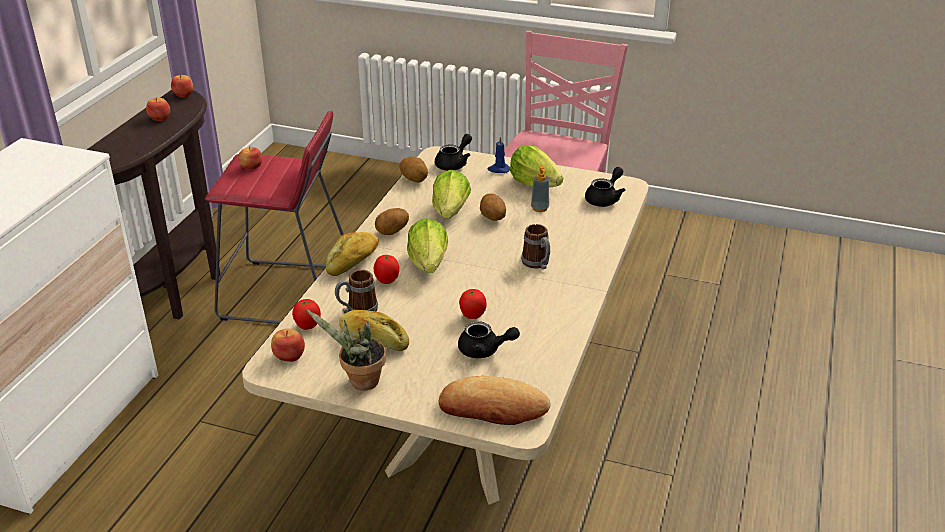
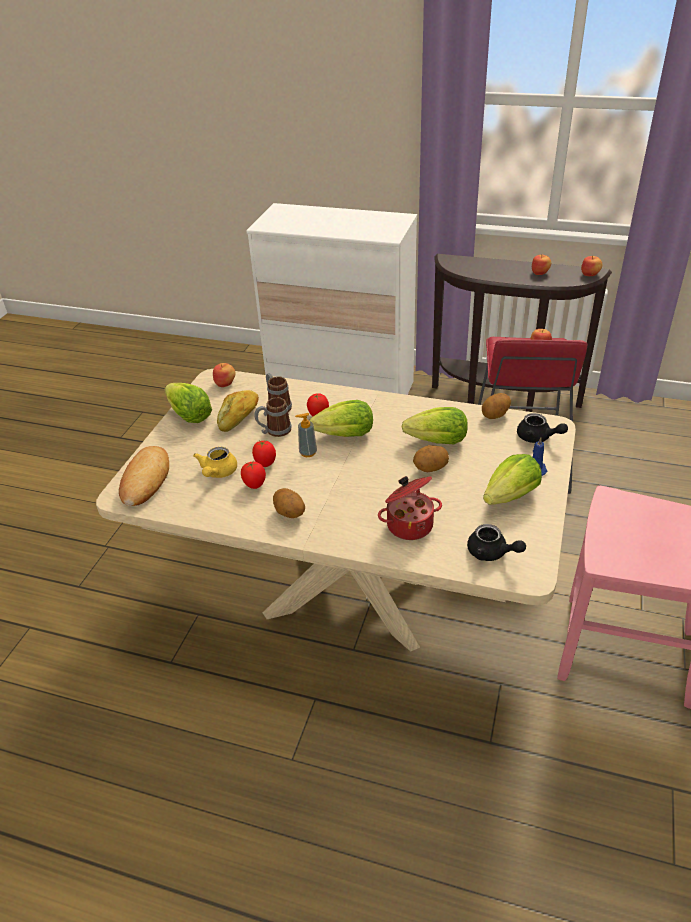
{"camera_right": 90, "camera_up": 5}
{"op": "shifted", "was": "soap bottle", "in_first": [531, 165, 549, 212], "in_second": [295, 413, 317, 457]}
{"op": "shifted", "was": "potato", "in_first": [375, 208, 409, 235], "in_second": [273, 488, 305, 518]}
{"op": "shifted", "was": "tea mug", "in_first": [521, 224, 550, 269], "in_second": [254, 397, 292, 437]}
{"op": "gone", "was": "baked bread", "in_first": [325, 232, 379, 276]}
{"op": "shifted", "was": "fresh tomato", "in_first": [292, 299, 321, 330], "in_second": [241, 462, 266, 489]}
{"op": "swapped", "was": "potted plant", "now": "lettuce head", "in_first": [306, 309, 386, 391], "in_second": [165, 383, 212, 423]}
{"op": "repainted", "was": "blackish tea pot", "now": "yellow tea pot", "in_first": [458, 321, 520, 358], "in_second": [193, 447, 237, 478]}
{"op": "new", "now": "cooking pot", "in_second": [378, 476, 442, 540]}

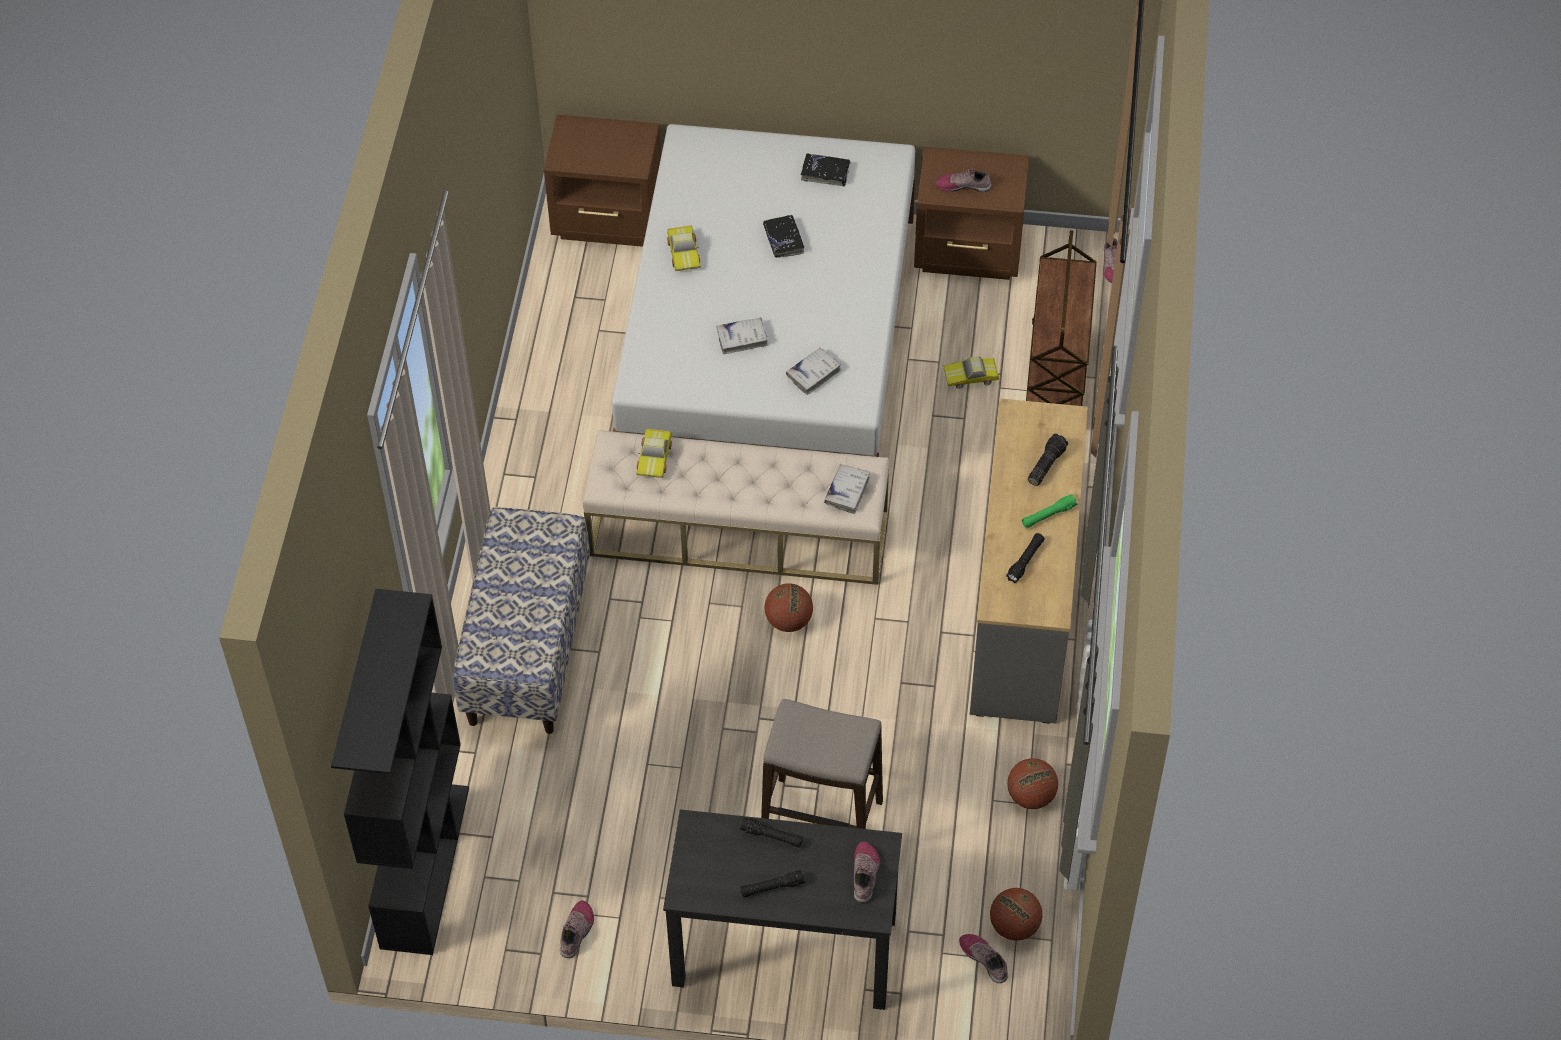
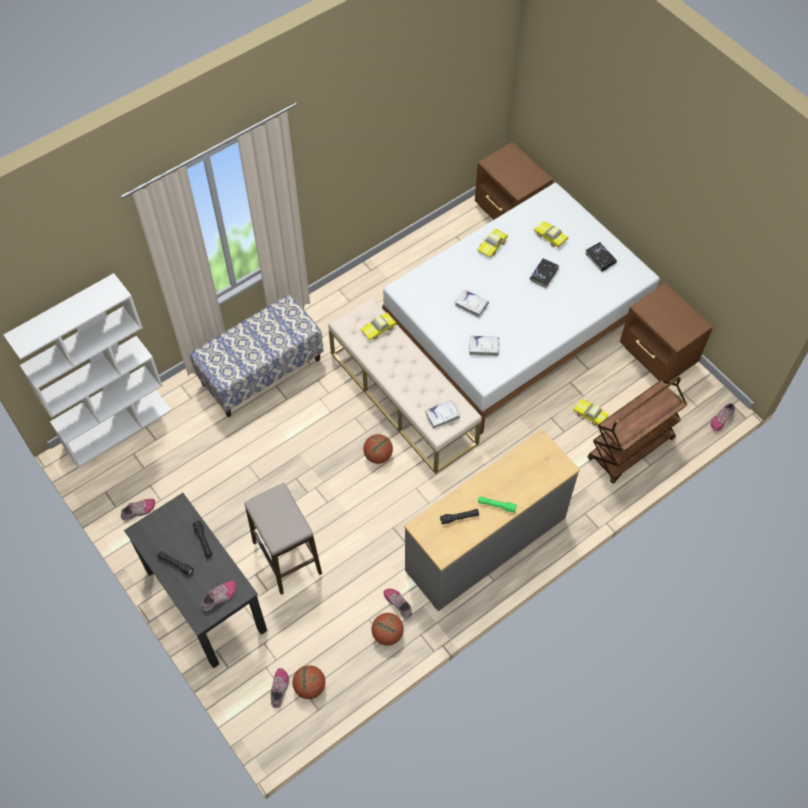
{"camera_right": 45, "camera_up": 5}
{"op": "shifted", "was": "item of footwear", "in_first": [935, 168, 991, 192], "in_second": [384, 589, 412, 619]}
{"op": "gone", "was": "torch", "in_first": [1028, 434, 1068, 486]}
{"op": "repainted", "was": "blackish shelving unit", "now": "white shelving unit", "in_first": [331, 589, 469, 955], "in_second": [4, 273, 171, 468]}
{"op": "new", "now": "toy car", "in_second": [534, 221, 568, 247]}

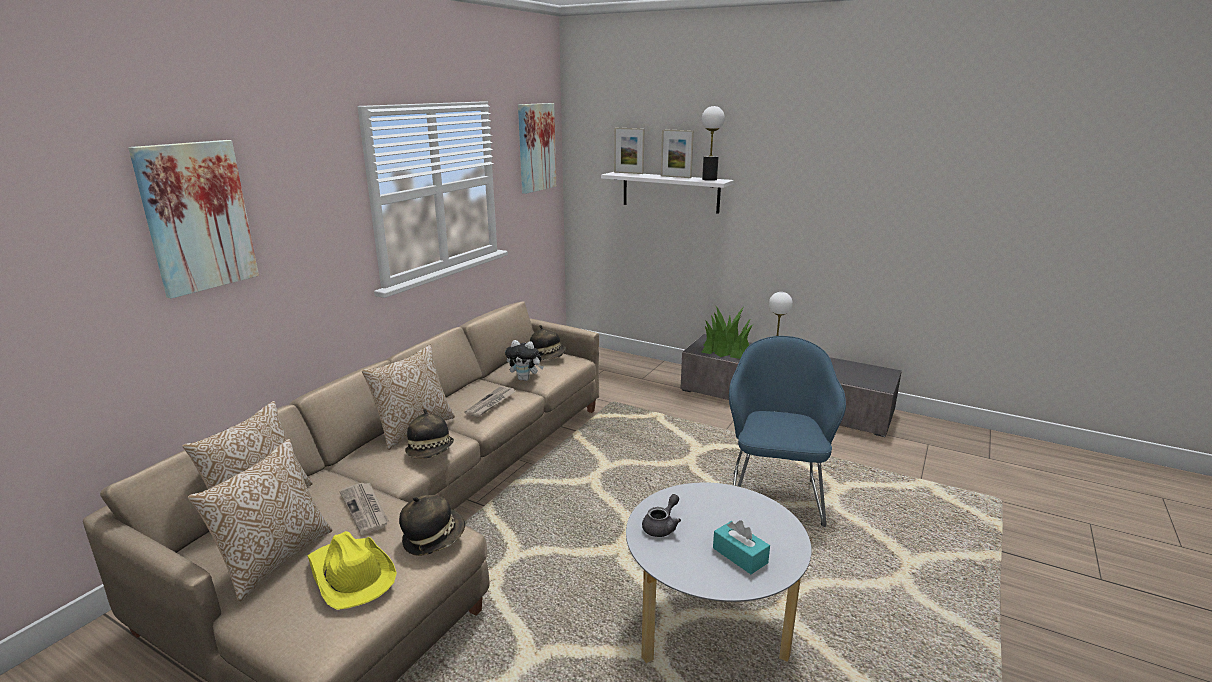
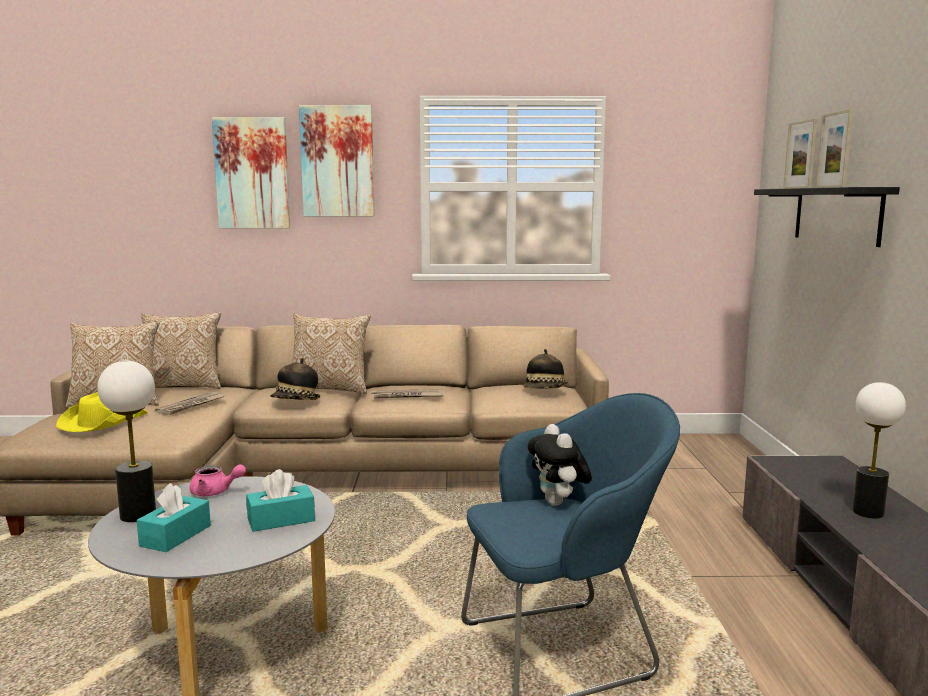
{"camera_right": 60, "camera_up": -10}
{"op": "shifted", "was": "picture", "in_first": [518, 103, 556, 194], "in_second": [299, 105, 374, 216]}
{"op": "shifted", "was": "table lamp", "in_first": [702, 106, 725, 181], "in_second": [97, 361, 156, 522]}
{"op": "repainted", "was": "white shelf", "now": "blackish shelf", "in_first": [601, 172, 734, 214], "in_second": [754, 187, 900, 247]}
{"op": "gone", "was": "potted plant", "in_first": [701, 305, 753, 359]}
{"op": "shifted", "was": "soft toy", "in_first": [505, 340, 544, 381], "in_second": [528, 424, 592, 506]}
{"op": "repainted", "was": "gray tea pot", "now": "pinkish tea pot", "in_first": [642, 494, 681, 537], "in_second": [190, 464, 246, 496]}
{"op": "gone", "was": "clothing hat", "in_first": [399, 495, 465, 556]}
{"op": "new", "now": "turquoise tissue box", "in_second": [246, 469, 315, 532]}

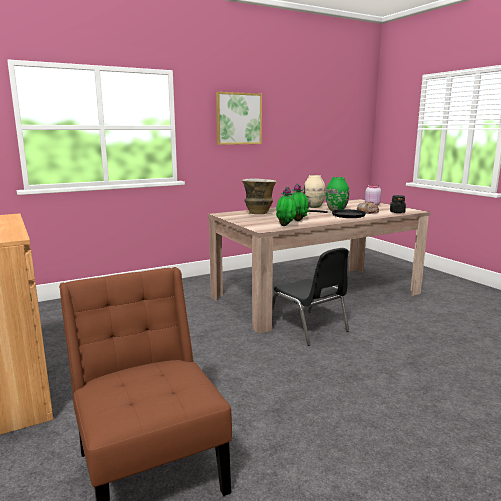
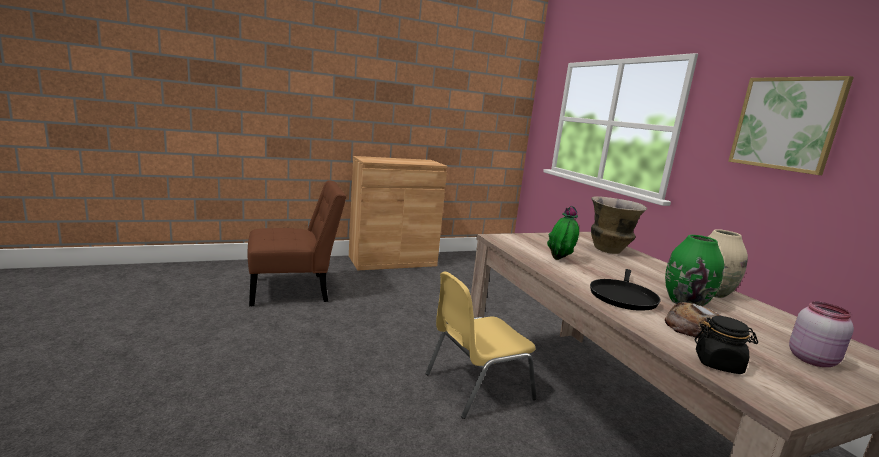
{"camera_right": 95, "camera_up": 0}
{"op": "gone", "was": "potted plant", "in_first": [276, 187, 296, 226]}
{"op": "repainted", "was": "blackish plain chair", "now": "yellow plain chair", "in_first": [272, 248, 349, 346], "in_second": [425, 271, 536, 419]}

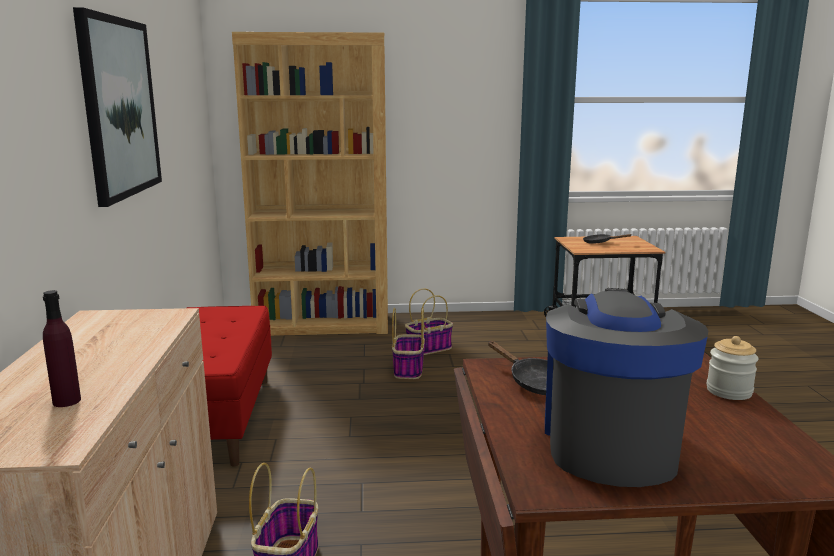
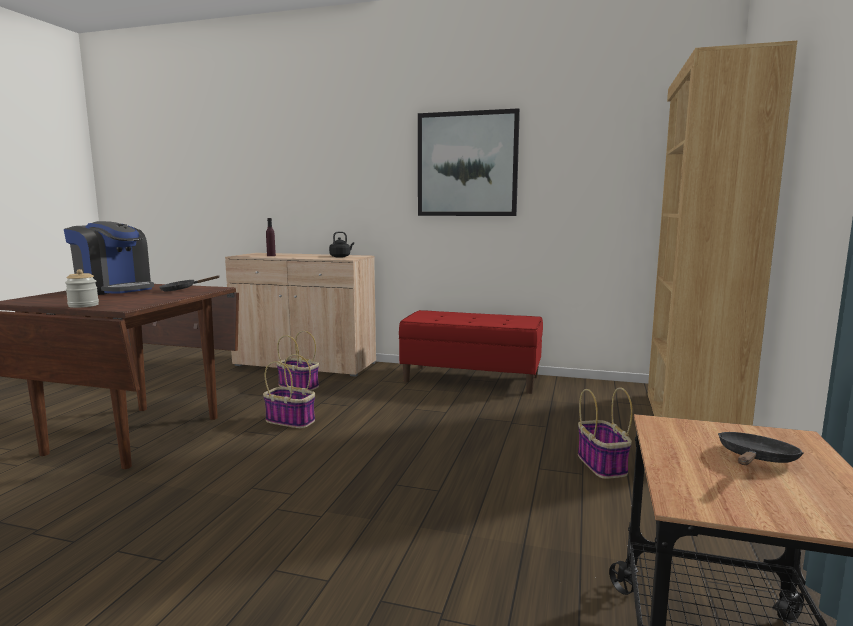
{"camera_right": 110, "camera_up": -5}
{"op": "shifted", "was": "storage basket", "in_first": [392, 308, 425, 379], "in_second": [263, 354, 315, 429]}
{"op": "new", "now": "blackish water kettle", "in_second": [329, 231, 354, 258]}

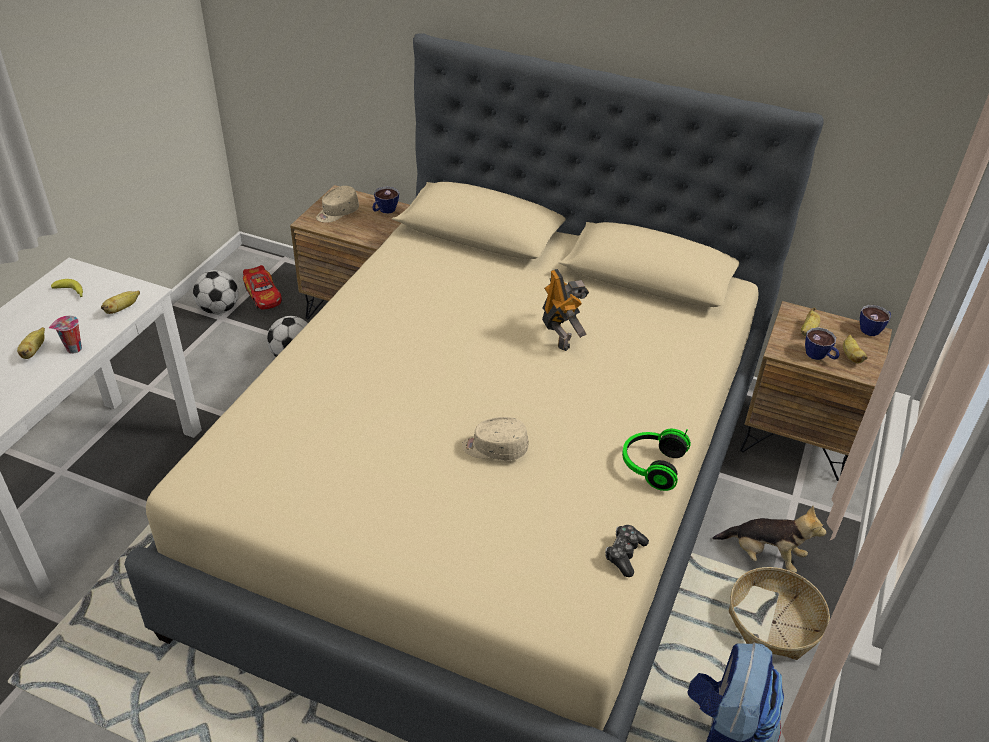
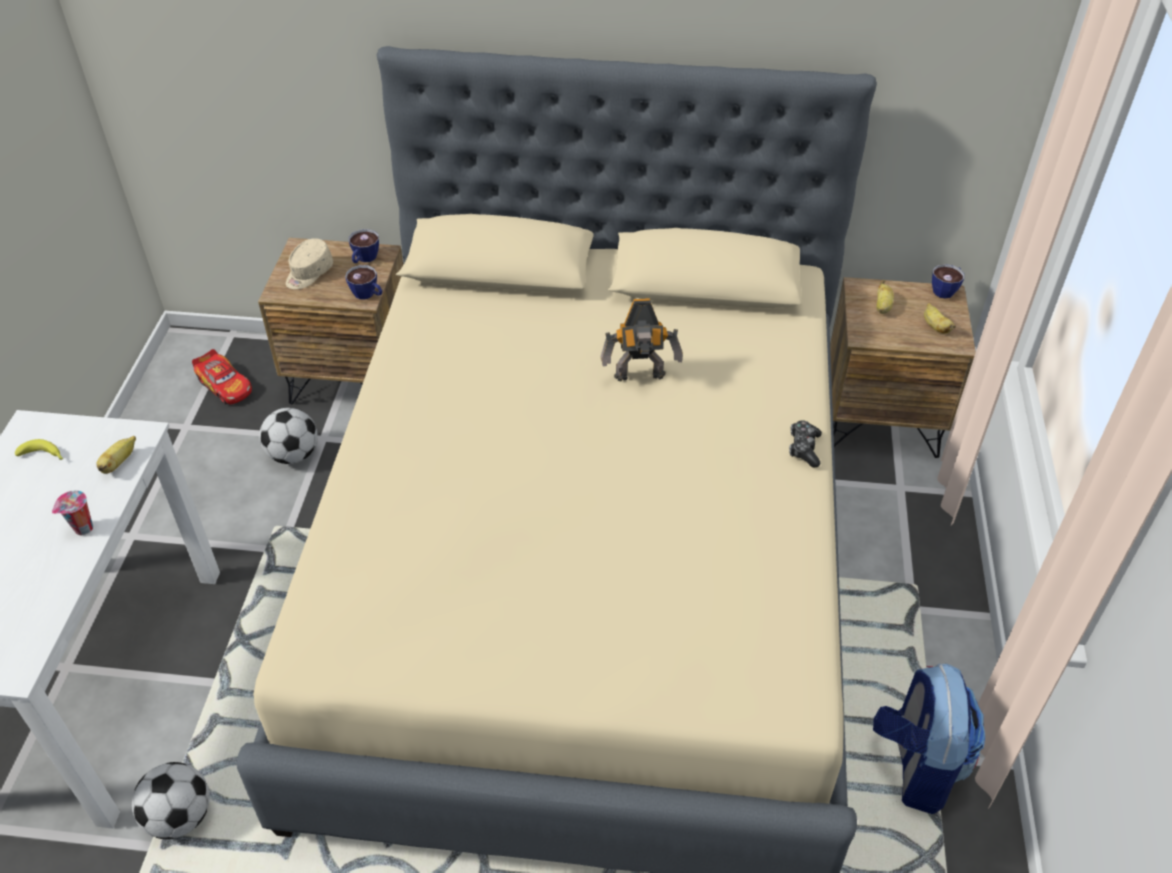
{"camera_right": -15, "camera_up": 5}
{"op": "rotated", "was": "robot figure", "in_first": [542, 269, 589, 351], "in_second": [600, 298, 683, 382], "clockwise": 120}
{"op": "shifted", "was": "football ball", "in_first": [193, 270, 239, 314], "in_second": [132, 762, 210, 839]}
{"op": "gone", "was": "banana fruit", "in_first": [17, 327, 45, 359]}
{"op": "shifted", "was": "drinking cup", "in_first": [805, 327, 840, 360], "in_second": [345, 265, 382, 299]}
{"op": "gone", "was": "beige-coloured baseball cap", "in_first": [462, 417, 528, 461]}
{"op": "gone", "was": "headset", "in_first": [622, 429, 691, 491]}
{"op": "gone", "was": "soft toy", "in_first": [712, 506, 826, 573]}
{"op": "shifted", "was": "gamepad", "in_first": [605, 525, 649, 577], "in_second": [789, 420, 822, 467]}
{"op": "gone", "was": "storage basket", "in_first": [729, 567, 830, 660]}

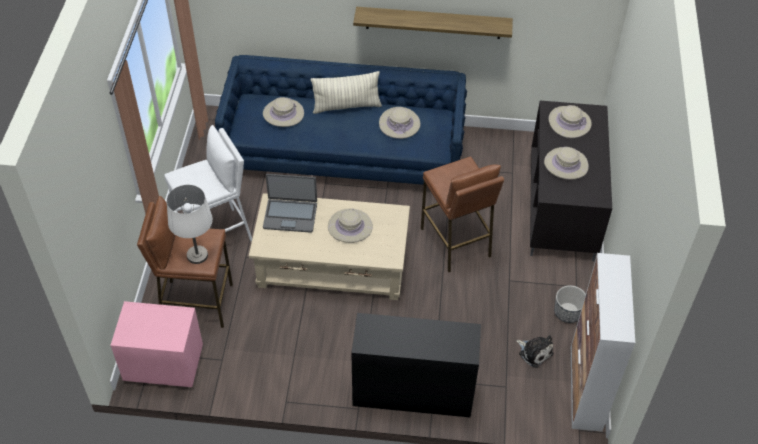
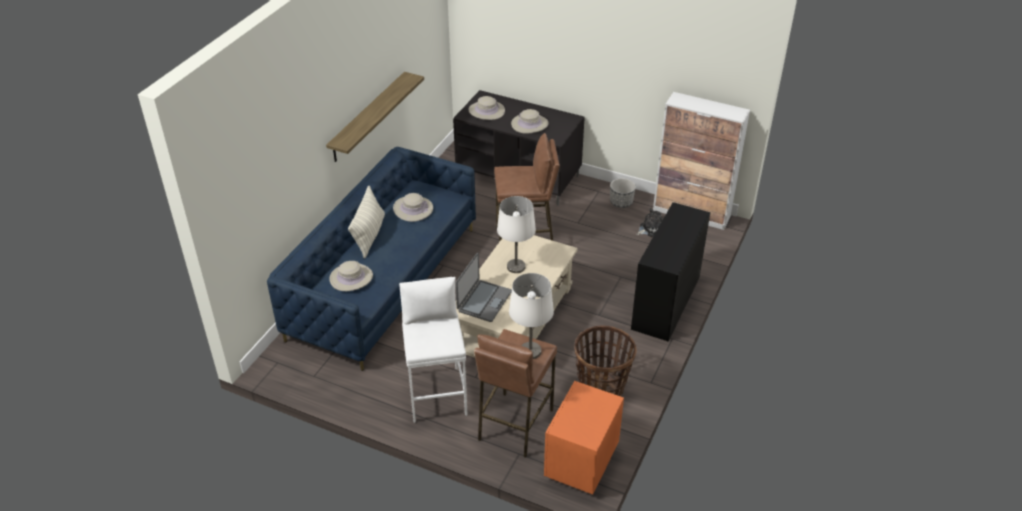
{"camera_right": -70, "camera_up": -10}
{"op": "swapped", "was": "beige-coloured clothing hat", "now": "white table lamp", "in_first": [328, 209, 373, 243], "in_second": [497, 196, 536, 273]}
{"op": "repainted", "was": "pinkish night table", "now": "orangey night table", "in_first": [110, 301, 203, 387], "in_second": [544, 381, 624, 494]}
{"op": "new", "now": "storage basket", "in_second": [574, 325, 637, 396]}

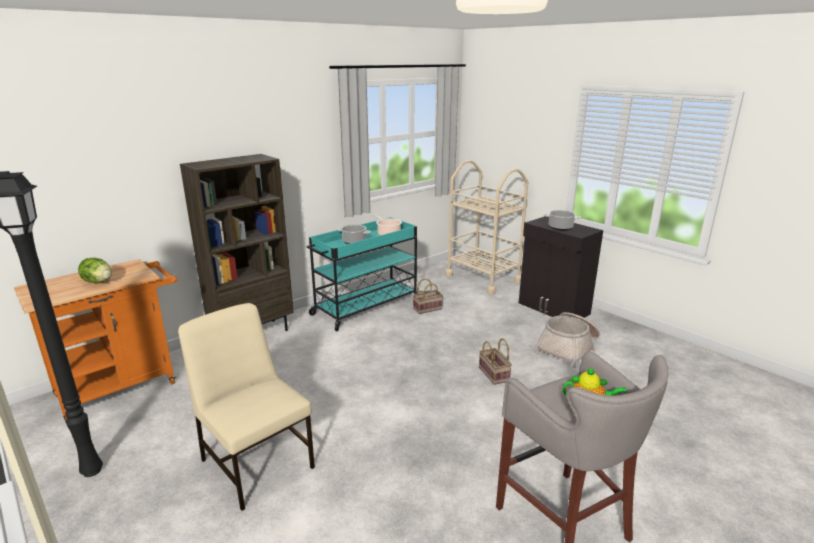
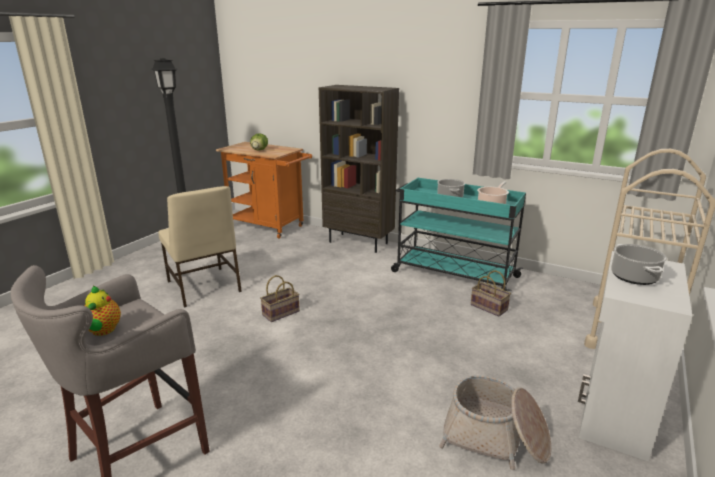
{"camera_right": 70, "camera_up": 0}
{"op": "repainted", "was": "blackish storage cabinet", "now": "white storage cabinet", "in_first": [519, 216, 603, 318], "in_second": [578, 251, 692, 461]}
{"op": "rotated", "was": "beige-coloured plain chair", "in_first": [178, 303, 315, 511], "in_second": [158, 186, 242, 308], "clockwise": 120}
{"op": "shifted", "was": "storage basket", "in_first": [479, 338, 512, 385], "in_second": [260, 275, 300, 322]}

